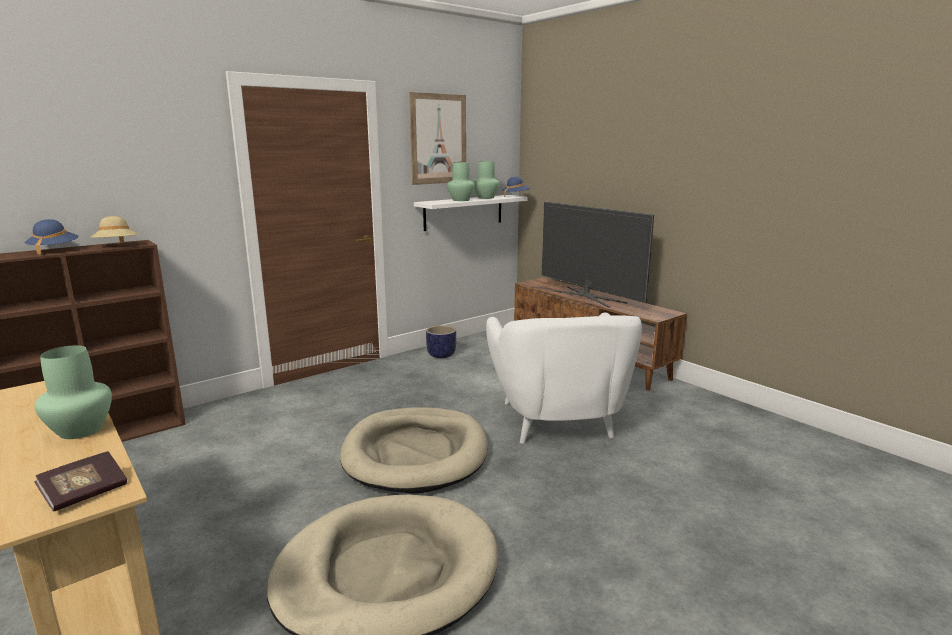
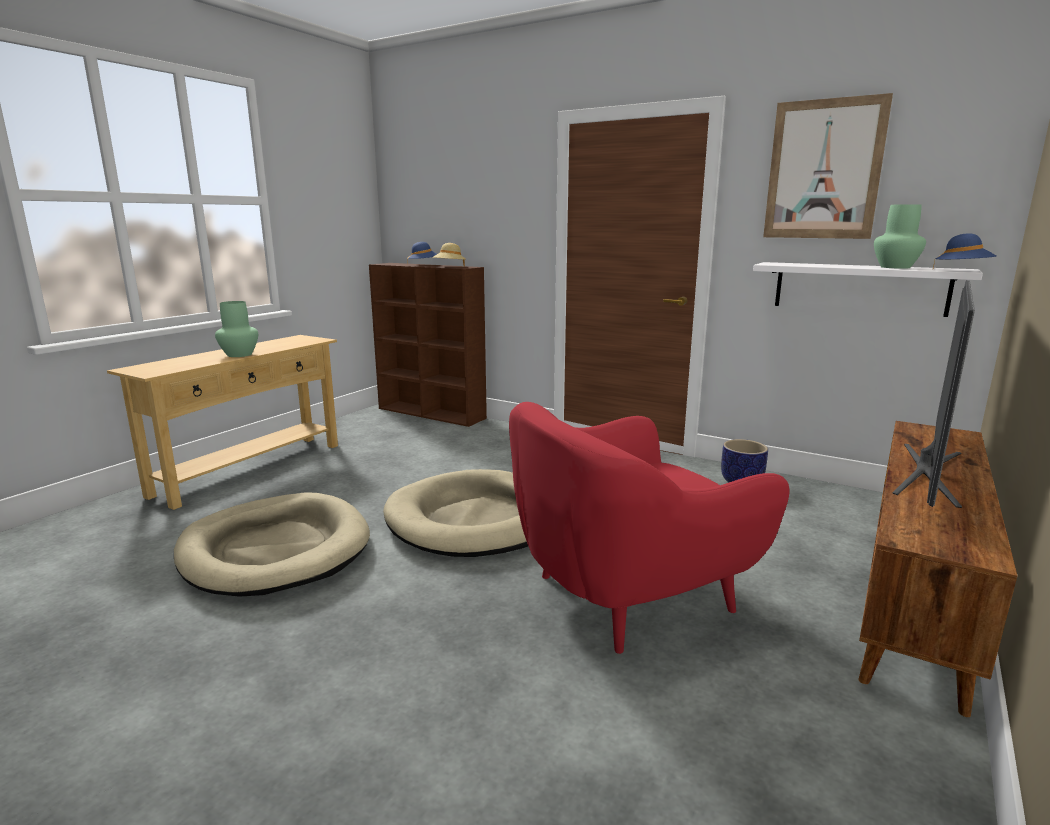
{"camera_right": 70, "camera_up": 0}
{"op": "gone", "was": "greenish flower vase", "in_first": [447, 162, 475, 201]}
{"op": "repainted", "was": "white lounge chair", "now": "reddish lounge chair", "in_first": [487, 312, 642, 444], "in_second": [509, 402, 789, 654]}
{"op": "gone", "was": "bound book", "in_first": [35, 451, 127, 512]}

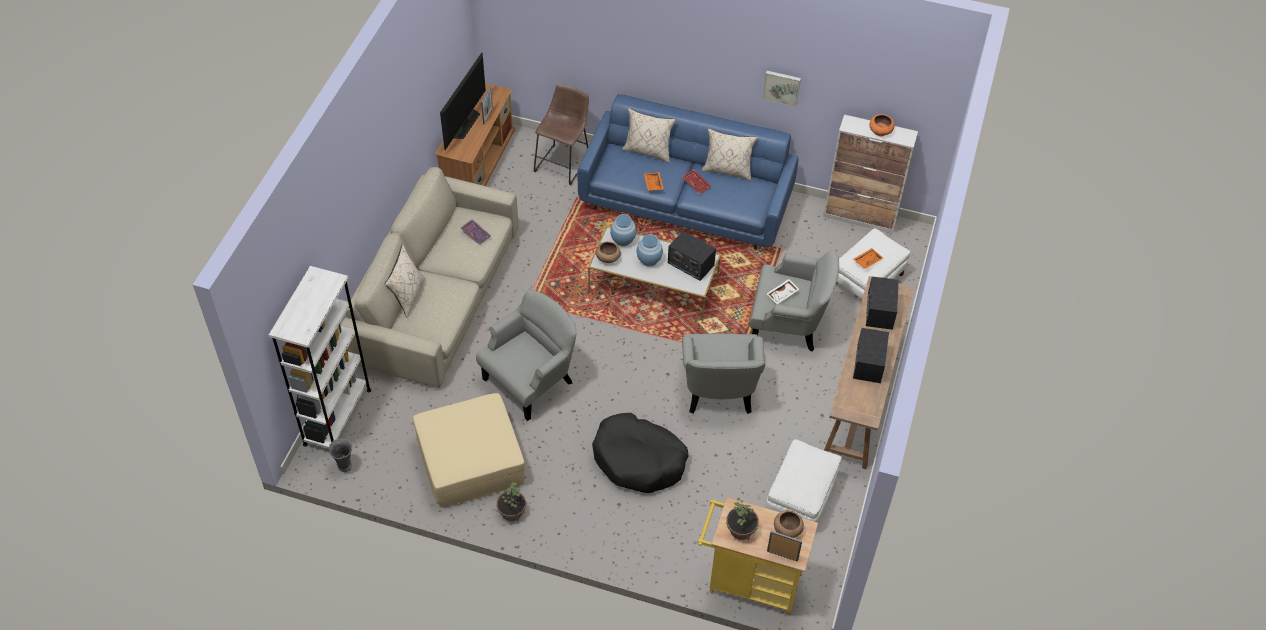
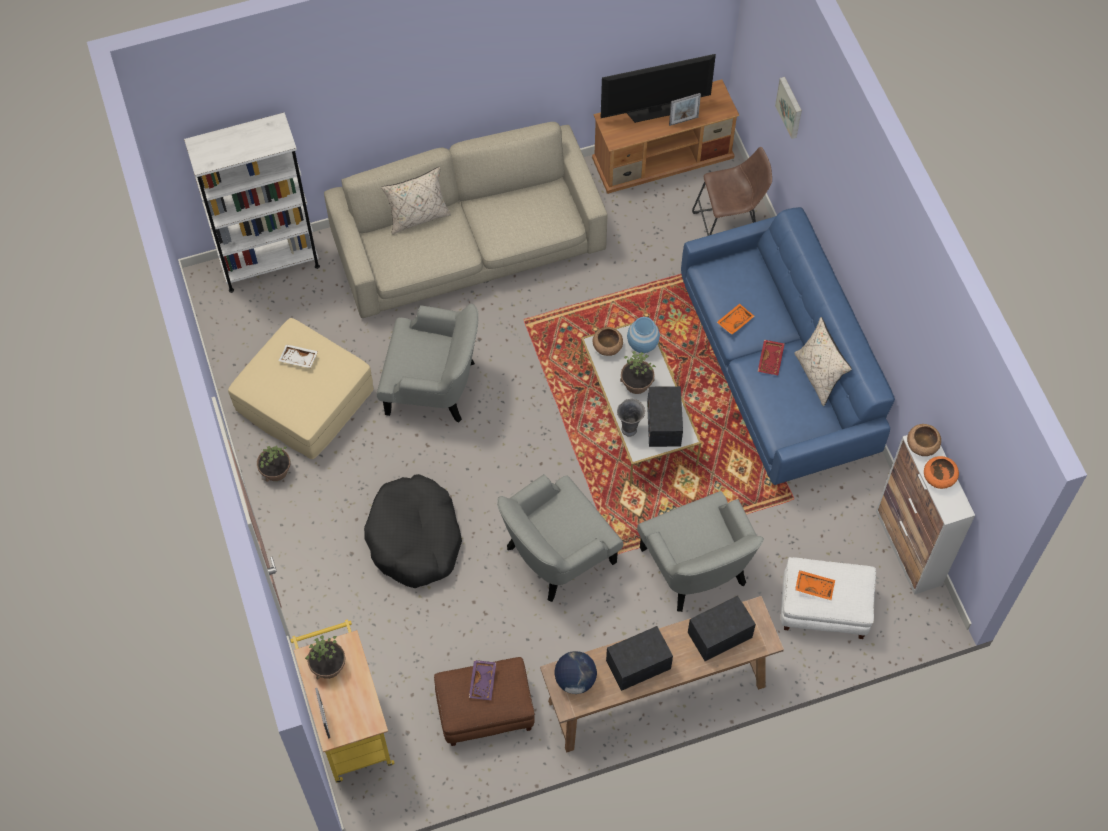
{"camera_right": 55, "camera_up": 10}
{"op": "shifted", "was": "picture", "in_first": [763, 71, 801, 107], "in_second": [775, 77, 802, 139]}
{"op": "gone", "was": "beige-coloured throw pillow", "in_first": [622, 108, 676, 163]}
{"op": "shifted", "was": "purple-coloured tray", "in_first": [460, 219, 491, 245], "in_second": [469, 660, 496, 700]}
{"op": "swapped", "was": "bluish flower vase", "now": "potted plant", "in_first": [636, 234, 663, 266], "in_second": [620, 351, 656, 394]}
{"op": "shifted", "was": "white tray", "in_first": [767, 279, 800, 304], "in_second": [278, 344, 318, 368]}
{"op": "shifted", "was": "gray flower vase", "in_first": [329, 438, 352, 472], "in_second": [617, 399, 645, 437]}
{"op": "repainted", "was": "white footrest", "now": "brownish footrest", "in_first": [765, 439, 842, 523], "in_second": [434, 657, 535, 746]}
{"op": "shifted", "was": "brownish bowl", "in_first": [774, 510, 804, 538], "in_second": [907, 424, 941, 456]}
{"op": "new", "now": "desk globe", "in_second": [555, 651, 597, 694]}

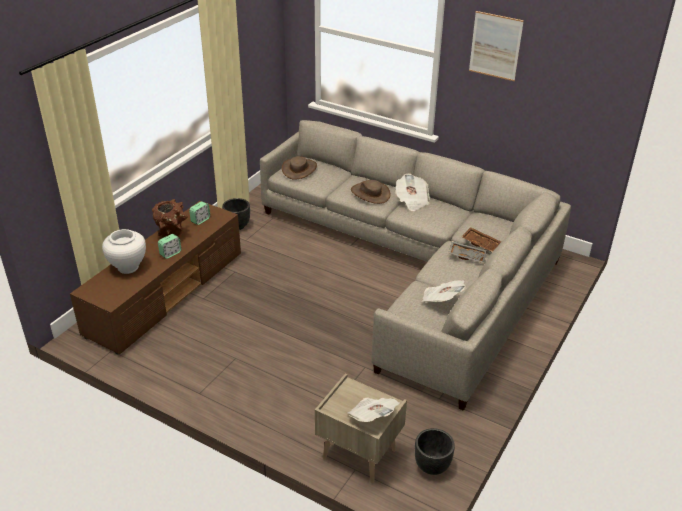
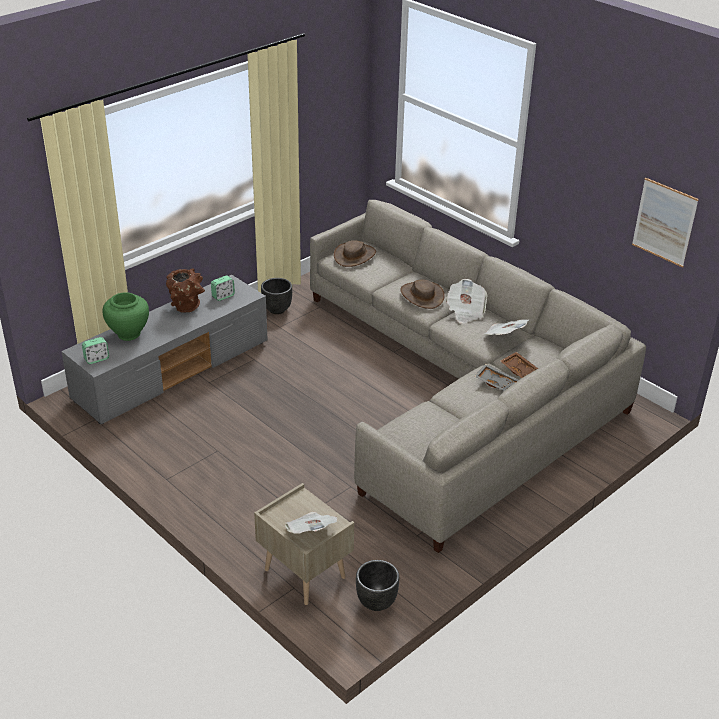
{"camera_right": 15, "camera_up": 0}
{"op": "shifted", "was": "picture", "in_first": [469, 11, 524, 81], "in_second": [632, 177, 699, 268]}
{"op": "repainted", "was": "brownish tv unit", "now": "gray tv unit", "in_first": [70, 201, 241, 354], "in_second": [61, 275, 268, 424]}
{"op": "repainted", "was": "white flower vase", "now": "greenish flower vase", "in_first": [102, 229, 146, 274], "in_second": [103, 292, 149, 341]}
{"op": "shifted", "was": "bedside clock", "in_first": [158, 234, 181, 259], "in_second": [82, 337, 109, 364]}
{"op": "shifted", "was": "printed paper", "in_first": [421, 280, 466, 302], "in_second": [484, 319, 529, 335]}

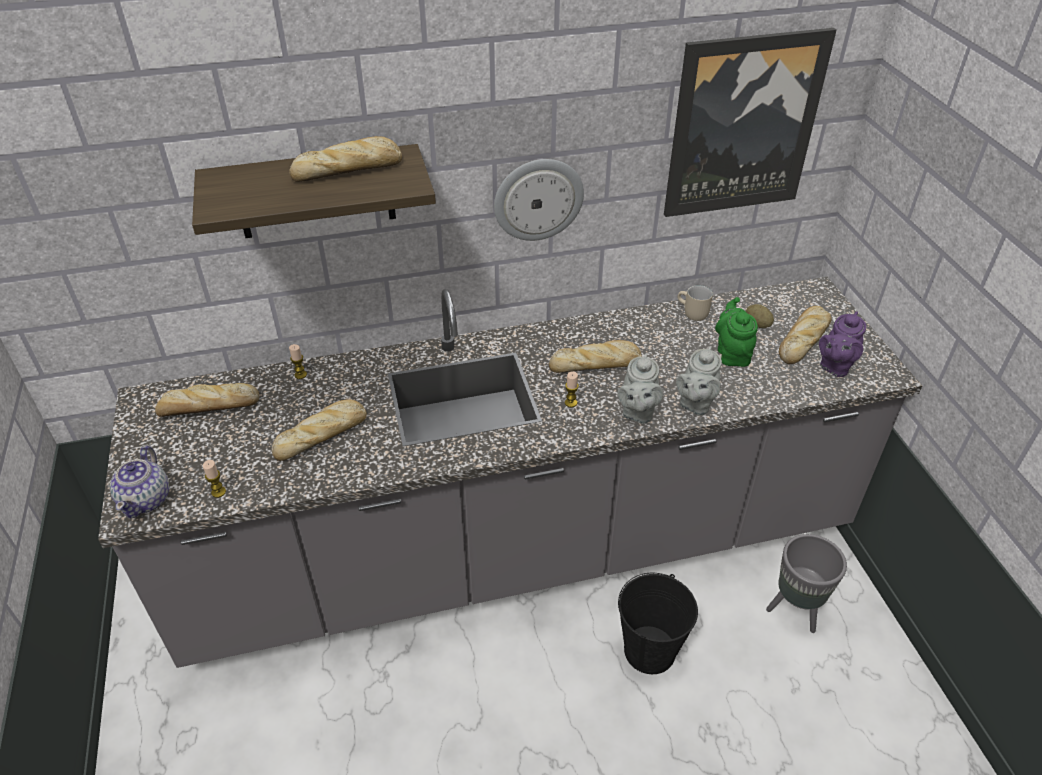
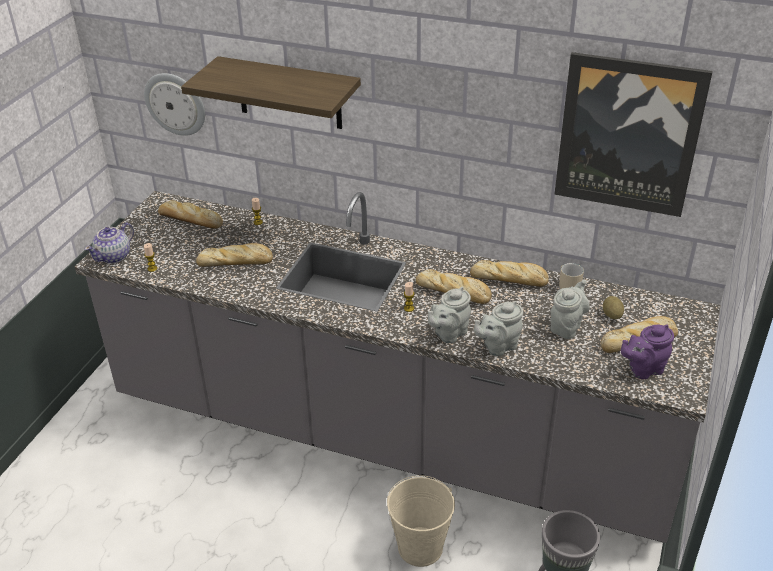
{"camera_right": 35, "camera_up": -5}
{"op": "shifted", "was": "baked bread", "in_first": [289, 136, 402, 182], "in_second": [470, 260, 549, 287]}
{"op": "shifted", "was": "hanging clock", "in_first": [494, 159, 584, 241], "in_second": [144, 73, 205, 136]}
{"op": "repainted", "was": "greenish tea pot", "now": "gray tea pot", "in_first": [715, 297, 758, 367], "in_second": [550, 279, 590, 339]}
{"op": "repainted", "was": "blackish water bucket", "now": "beige-coloured water bucket", "in_first": [618, 573, 698, 674], "in_second": [387, 475, 455, 567]}

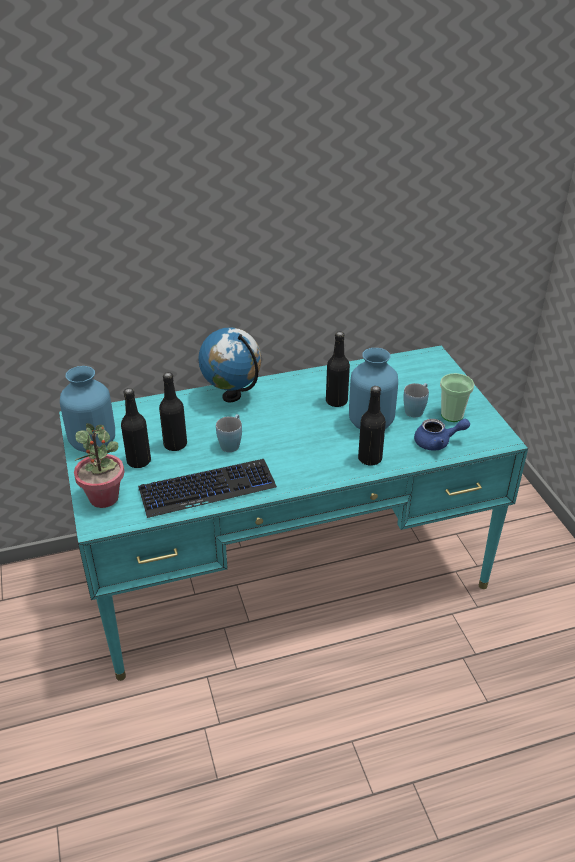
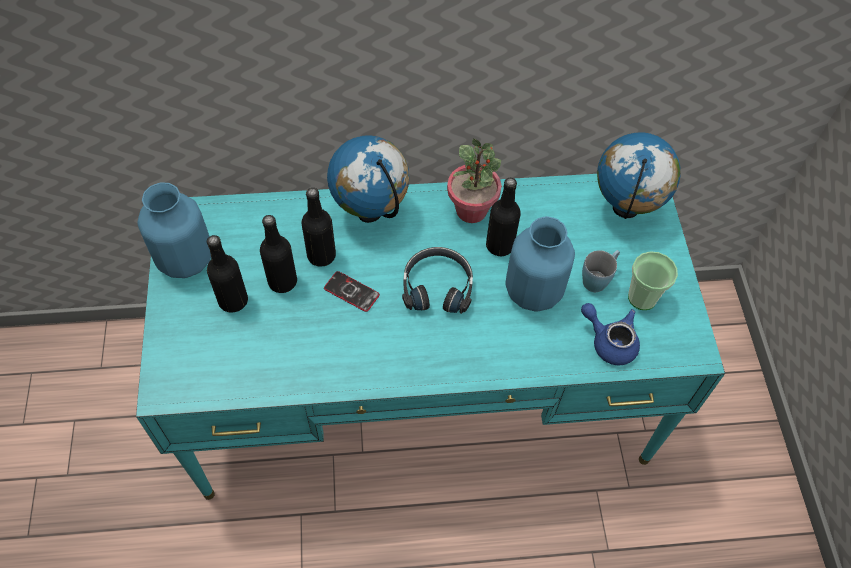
{"camera_right": 10, "camera_up": 20}
{"op": "shifted", "was": "blackish beverage bottle", "in_first": [358, 386, 386, 466], "in_second": [301, 188, 336, 267]}
{"op": "swapped", "was": "bluish tea mug", "now": "handset", "in_first": [216, 414, 242, 452], "in_second": [324, 271, 380, 312]}
{"op": "rotated", "was": "bluish tea pot", "in_first": [414, 419, 470, 451], "in_second": [581, 303, 640, 365], "clockwise": -150}
{"op": "shifted", "was": "potted plant", "in_first": [74, 423, 124, 508], "in_second": [447, 139, 502, 223]}
{"op": "gone", "was": "computer keyboard", "in_first": [138, 459, 277, 518]}
{"op": "new", "now": "desk globe", "in_second": [597, 132, 681, 219]}
{"op": "new", "now": "blackish headset", "in_second": [402, 247, 473, 314]}

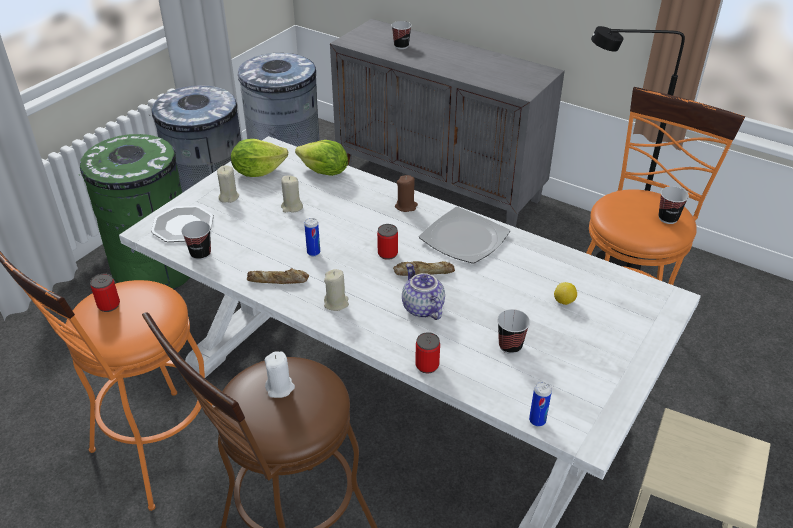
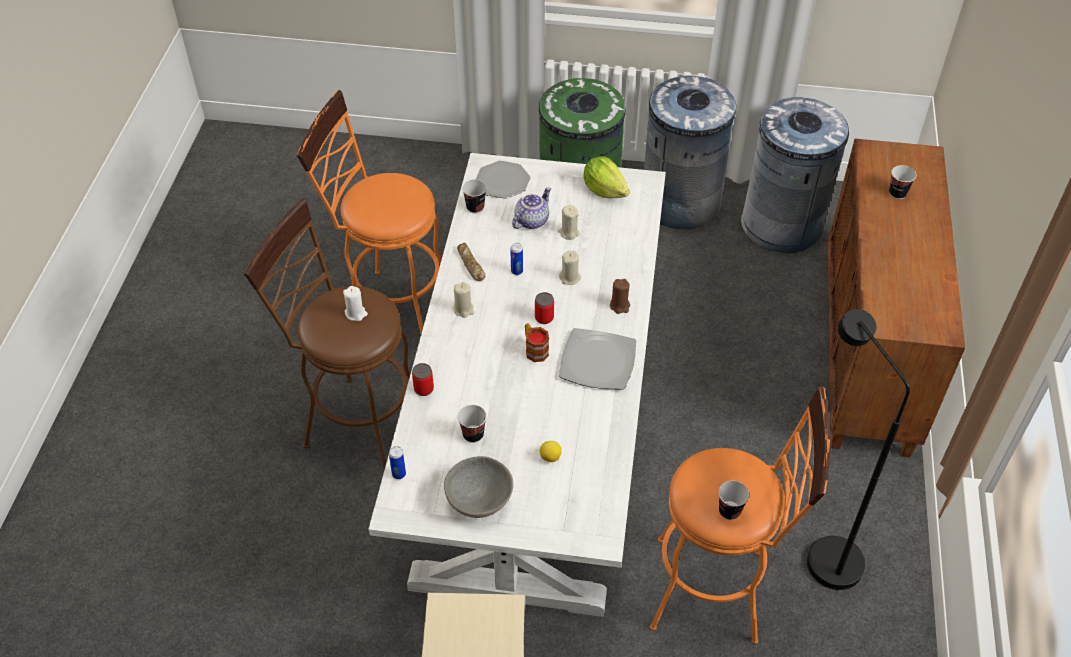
{"camera_right": 65, "camera_up": 10}
{"op": "repainted", "was": "gray storage cabinet", "now": "brownish storage cabinet", "in_first": [330, 19, 565, 227], "in_second": [828, 139, 965, 457]}
{"op": "gone", "was": "lettuce head", "in_first": [295, 140, 348, 176]}
{"op": "shifted", "was": "beige-coloured candle", "in_first": [217, 165, 239, 203], "in_second": [559, 251, 581, 285]}
{"op": "swapped", "was": "baked bread", "now": "tea mug", "in_first": [393, 261, 455, 276], "in_second": [525, 323, 549, 362]}
{"op": "shifted", "was": "tea pot", "in_first": [402, 263, 445, 320], "in_second": [512, 187, 551, 229]}
{"op": "gone", "was": "sealed can", "in_first": [90, 273, 120, 312]}
{"op": "new", "now": "gray bowl", "in_second": [444, 456, 513, 518]}

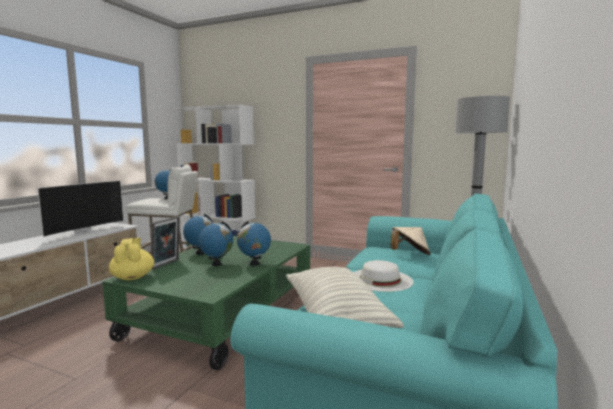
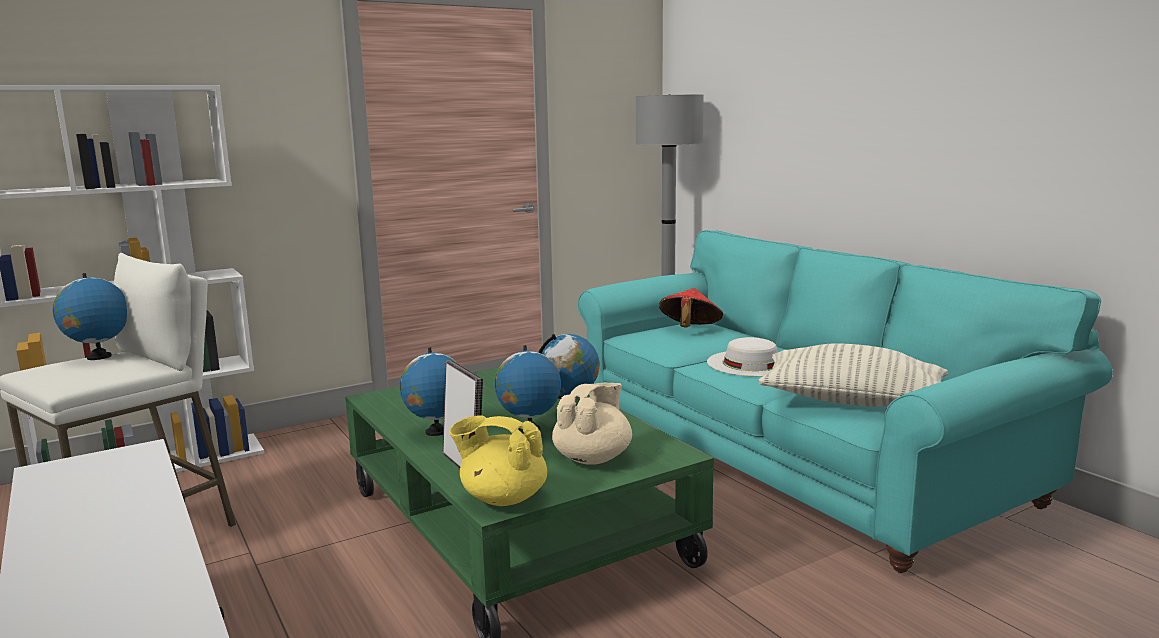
{"camera_right": -55, "camera_up": 5}
{"op": "gone", "was": "television", "in_first": [37, 181, 124, 239]}
{"op": "repainted", "was": "beige-coloured clothing hat", "now": "reddish clothing hat", "in_first": [390, 227, 431, 255], "in_second": [659, 288, 723, 327]}
{"op": "new", "now": "beige-coloured tea pot", "in_second": [552, 383, 632, 465]}

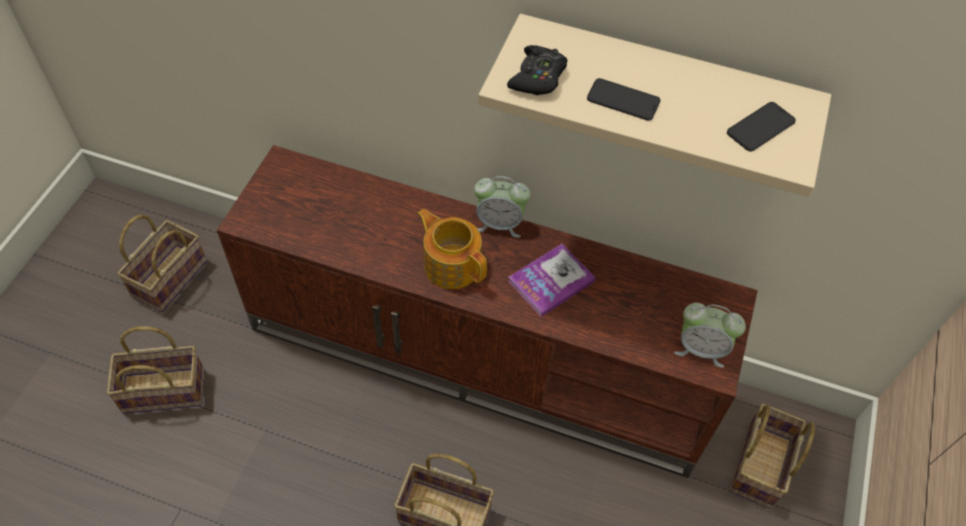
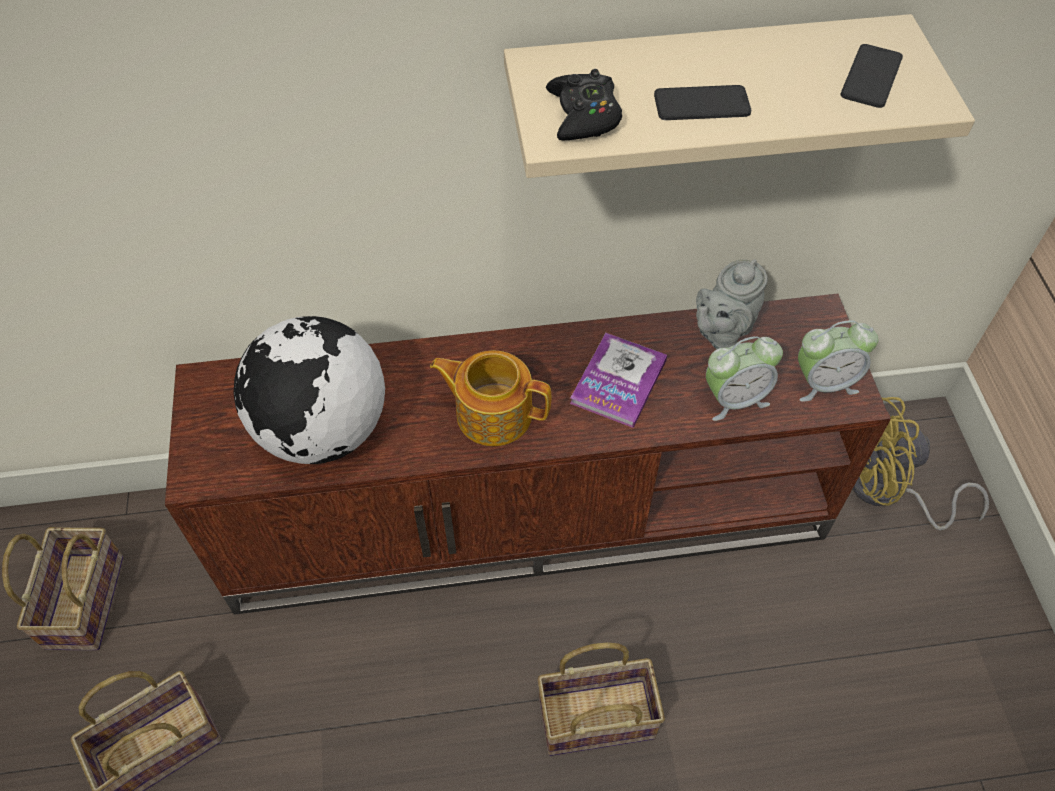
{"camera_right": -25, "camera_up": 0}
{"op": "shifted", "was": "bedside clock", "in_first": [474, 176, 531, 238], "in_second": [706, 336, 783, 421]}
{"op": "swapped", "was": "storage basket", "now": "yellow fan", "in_first": [729, 403, 815, 509], "in_second": [852, 397, 989, 531]}
{"op": "new", "now": "gray tea pot", "in_second": [696, 259, 768, 349]}
{"op": "new", "now": "desk globe", "in_second": [234, 316, 385, 464]}

